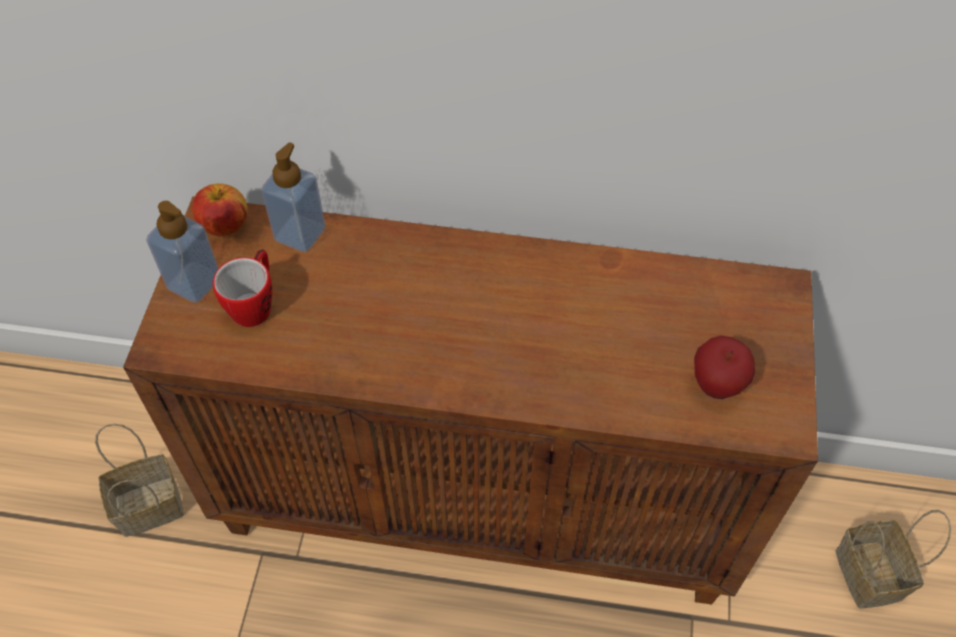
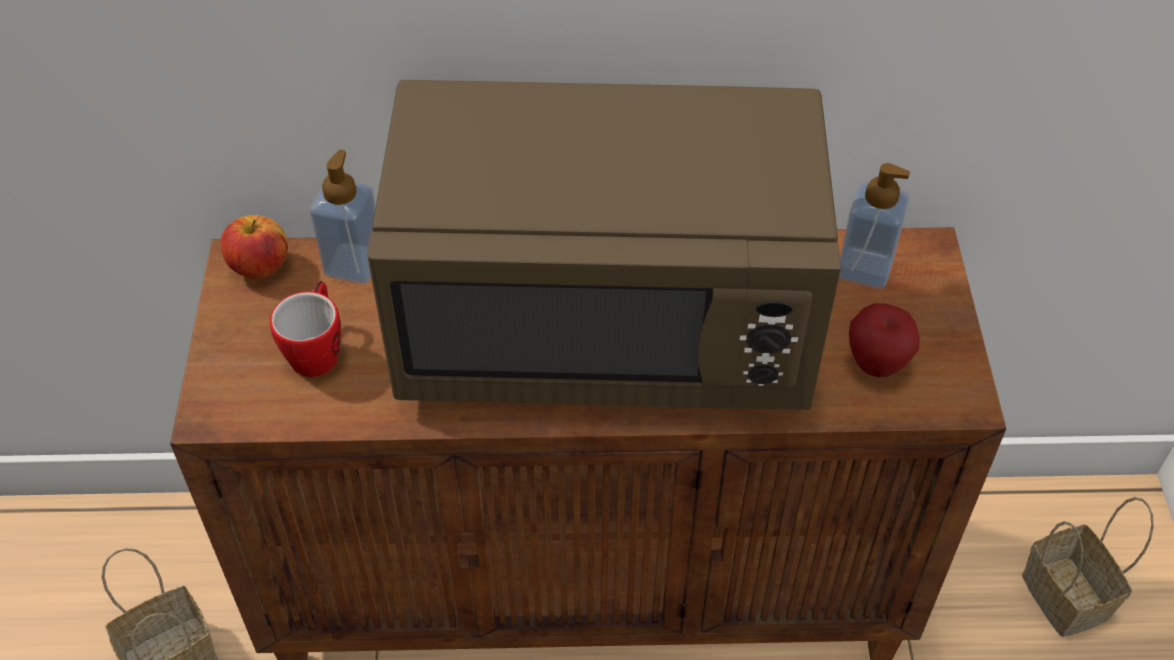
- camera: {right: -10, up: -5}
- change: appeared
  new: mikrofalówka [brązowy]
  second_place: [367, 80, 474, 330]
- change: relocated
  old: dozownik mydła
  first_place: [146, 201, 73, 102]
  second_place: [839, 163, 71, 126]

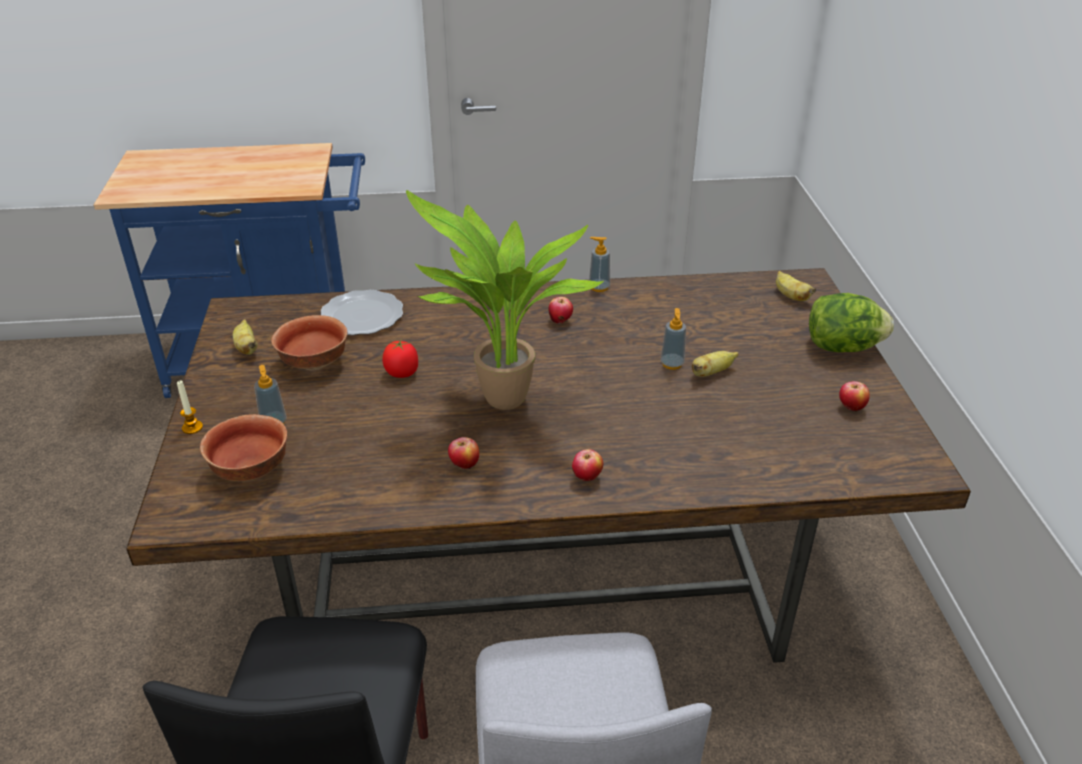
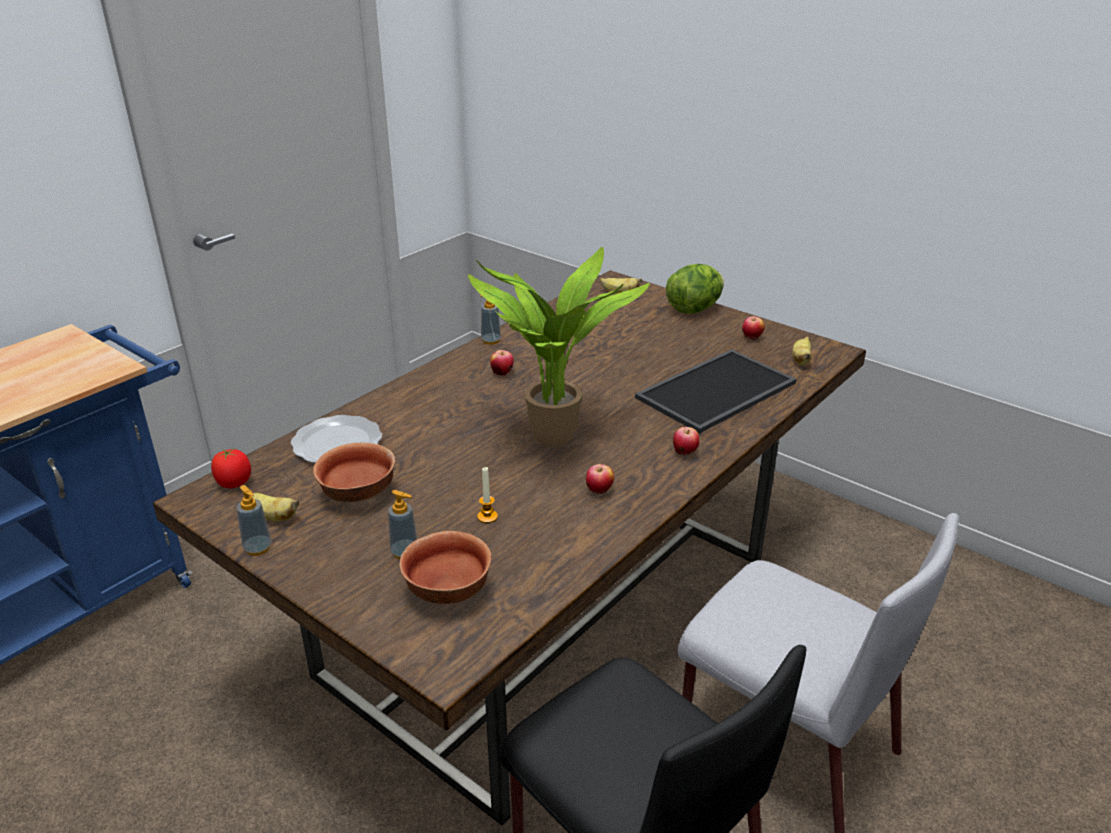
- camera: {right: -45, up: -5}
- change: appeared
  new: taca
  second_place: [635, 349, 162, 84]
- change: relocated
  old: świeca
  first_place: [177, 380, 26, 54]
  second_place: [477, 467, 21, 56]
- change: relocated
  old: pomidor
  first_place: [382, 339, 36, 39]
  second_place: [211, 448, 40, 40]
- change: relocated
  old: dozownik mydła
  first_place: [660, 308, 26, 62]
  second_place: [236, 485, 36, 71]
- change: relocated
  old: banan
  first_place: [692, 351, 47, 26]
  second_place: [792, 337, 20, 28]

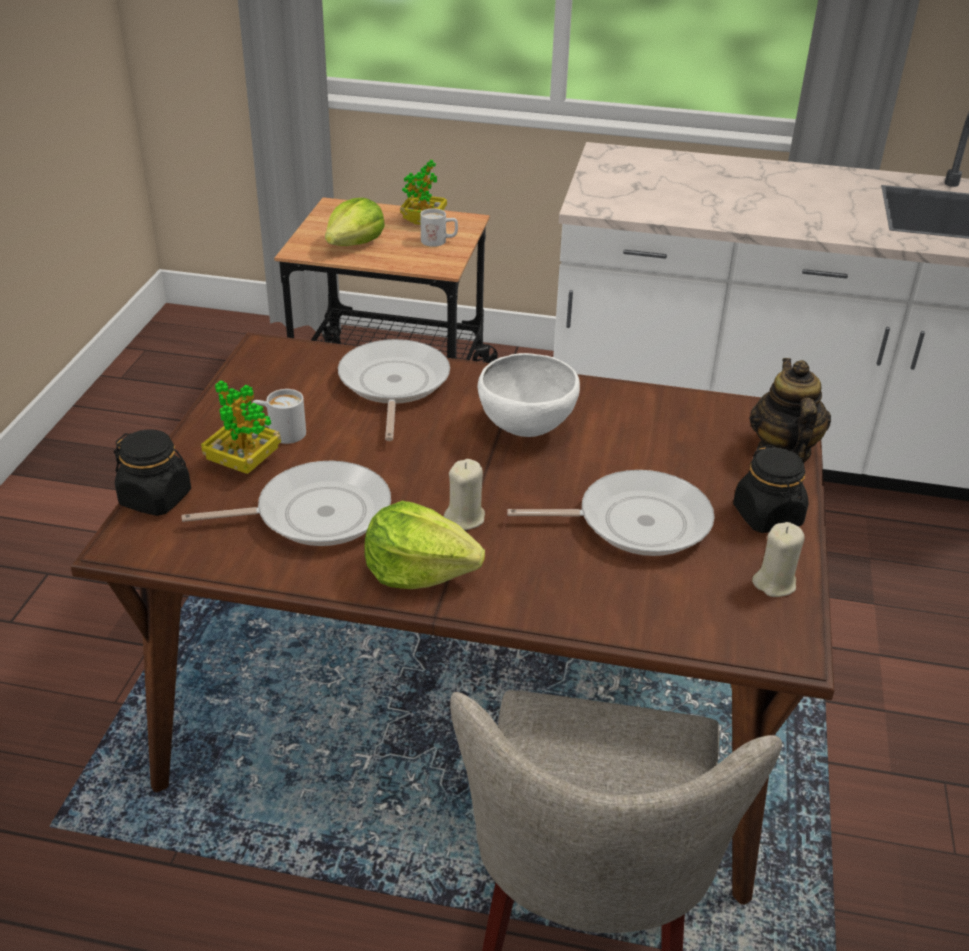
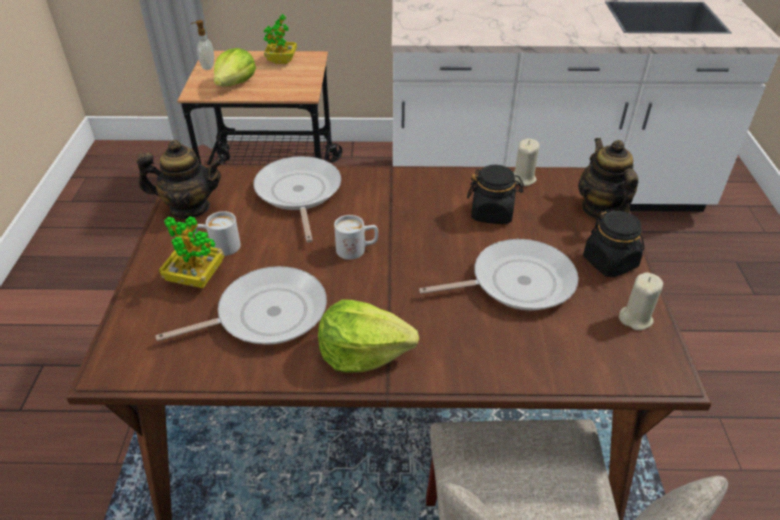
- camera: {right: -10, up: 5}
- change: missing
  old: miska [biały]
  first_place: [478, 353, 102, 84]
- change: appeared
  new: imbryk
  second_place: [137, 140, 87, 79]
- change: appeared
  new: dozownik mydła
  second_place: [191, 20, 23, 50]
- change: relocated
  old: słoik [czarny]
  first_place: [114, 429, 77, 87]
  second_place: [467, 165, 57, 59]
- change: relocated
  old: kubek [biały]
  first_place: [420, 208, 38, 39]
  second_place: [334, 215, 44, 45]
- change: relocated
  old: świeca [beżowy]
  first_place: [444, 459, 41, 71]
  second_place: [513, 139, 27, 47]

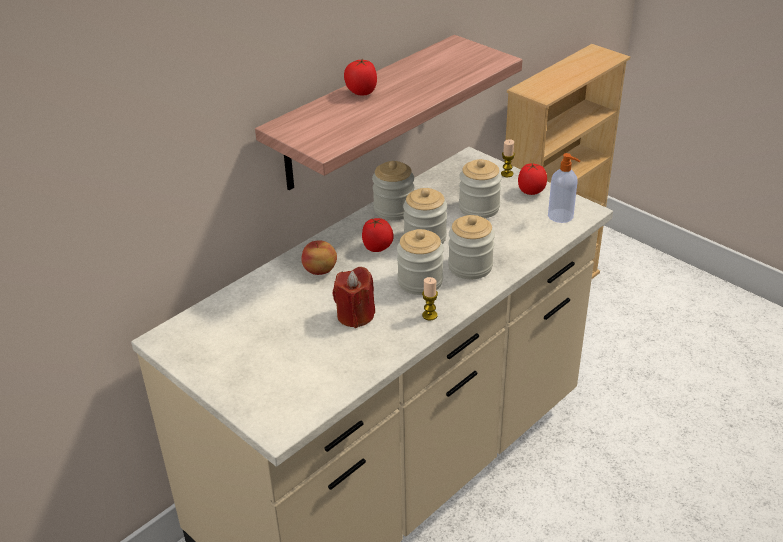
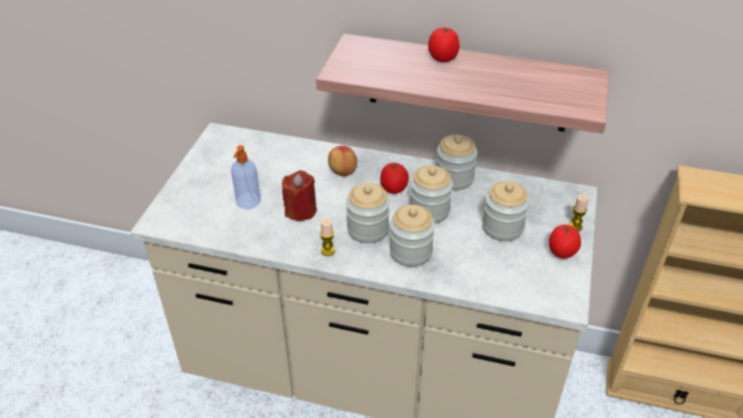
- camera: {right: 60, up: 5}
- change: relocated
  old: dozownik mydła
  first_place: [548, 153, 32, 70]
  second_place: [231, 145, 30, 64]

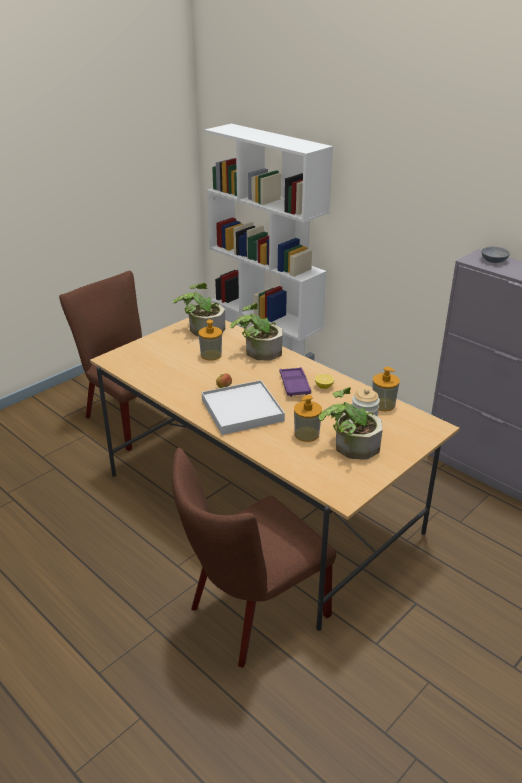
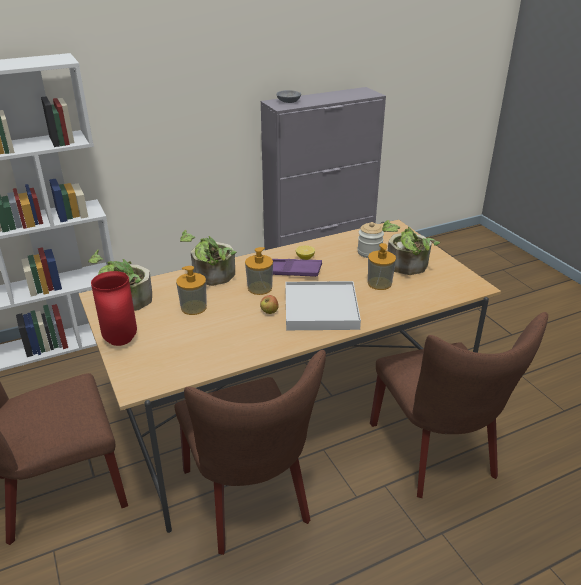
- camera: {right: -70, up: 0}
- change: appeared
  new: wazon [czerwony]
  second_place: [91, 271, 46, 75]
- change: appeared
  new: krzesło [brązowy]
  second_place: [175, 350, 151, 205]
- change: relocated
  old: dozownik mydła
  first_place: [372, 367, 28, 44]
  second_place: [245, 247, 28, 48]

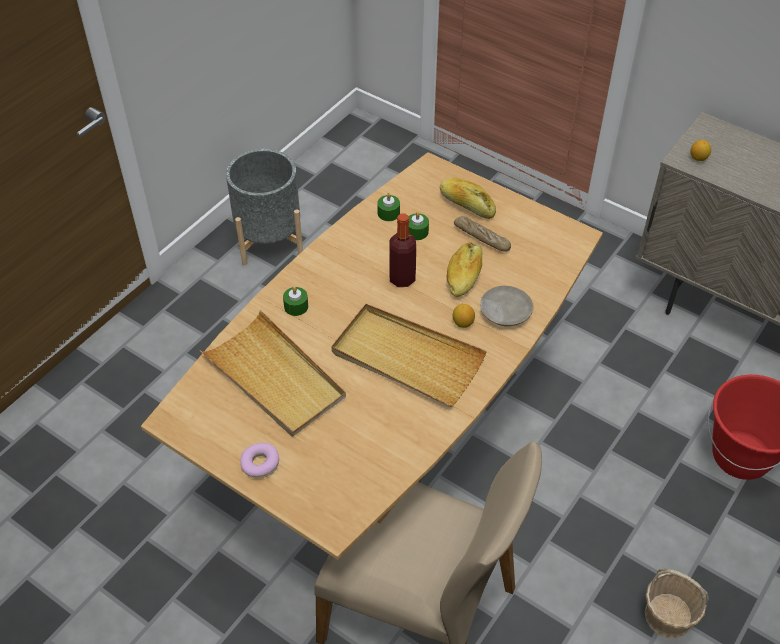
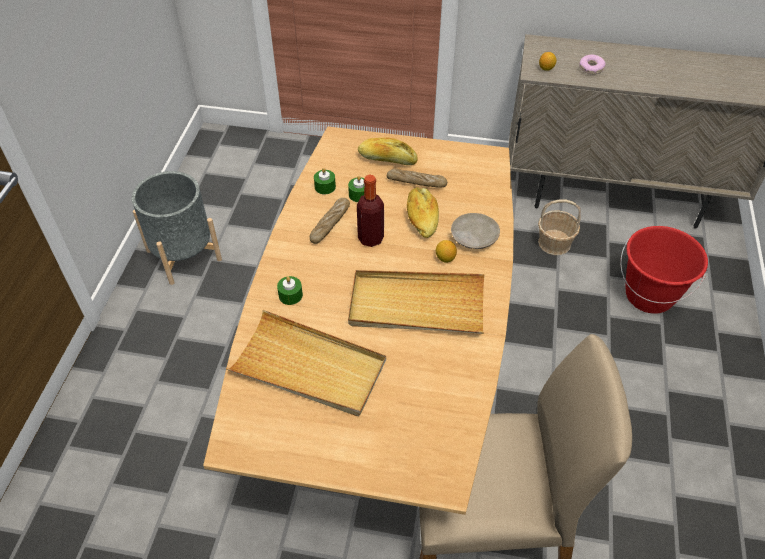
- camera: {right: -25, up: 0}
- change: appeared
  new: chleb
  second_place: [310, 198, 40, 46]
- change: relocated
  old: donut
  first_place: [240, 443, 39, 35]
  second_place: [579, 55, 27, 19]
- change: relocated
  old: koszyk
  first_place: [645, 568, 64, 70]
  second_place: [538, 200, 43, 55]

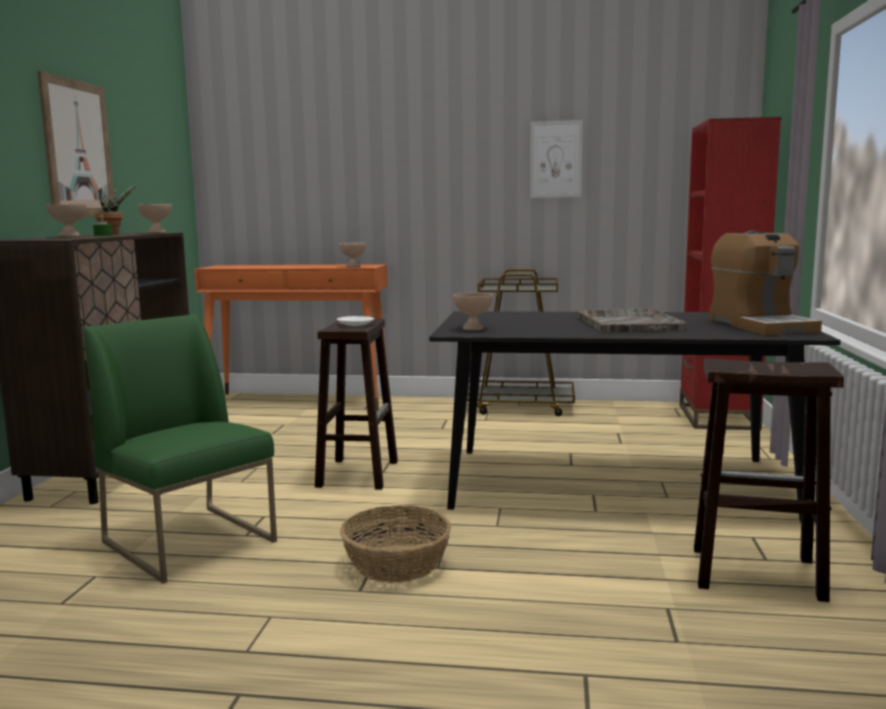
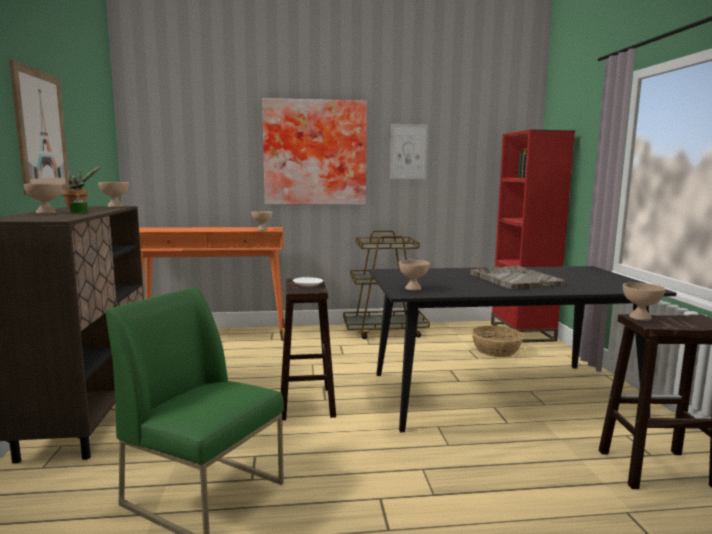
- camera: {right: -15, up: 0}
- change: missing
  old: ekspres do kawy
  first_place: [709, 231, 113, 104]
- change: appeared
  new: obraz
  second_place: [262, 98, 105, 107]
- change: appeared
  new: miska [beżowy]
  second_place: [623, 282, 43, 39]
- change: relocated
  old: koszyk
  first_place: [340, 506, 111, 77]
  second_place: [472, 326, 52, 31]

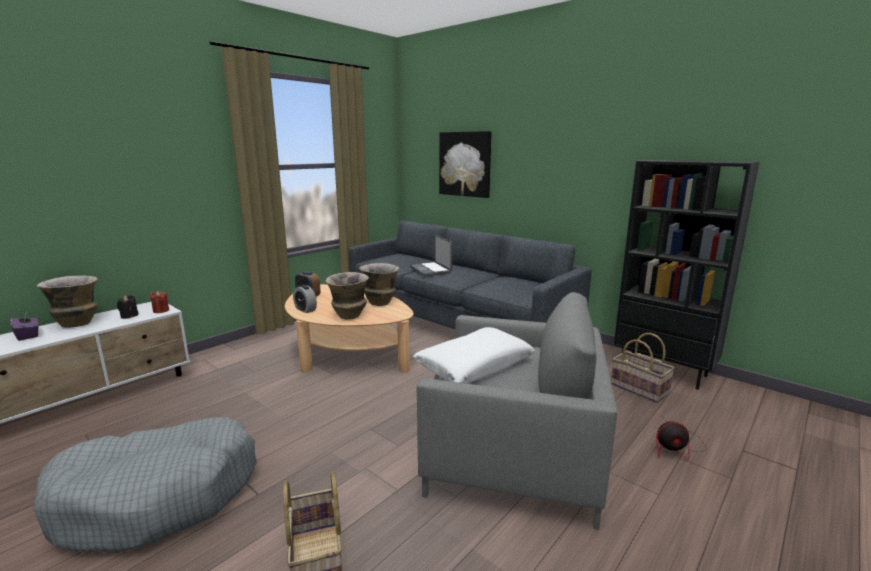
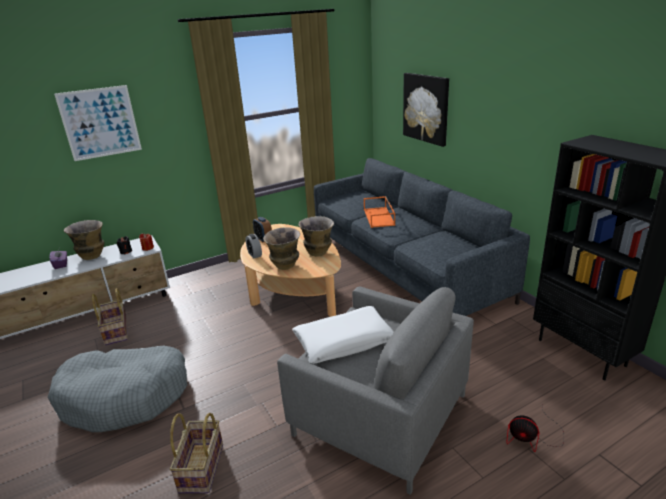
- camera: {right: 20, up: 10}
- change: appeared
  new: obraz
  second_place: [54, 85, 88, 76]
- change: relocated
  old: koszyk
  first_place: [611, 333, 64, 70]
  second_place: [92, 288, 36, 57]
- change: exchanged
  old: laptop
  new: taca [pomarańczowy]
  first_place: [410, 235, 42, 41]
  second_place: [364, 196, 31, 32]

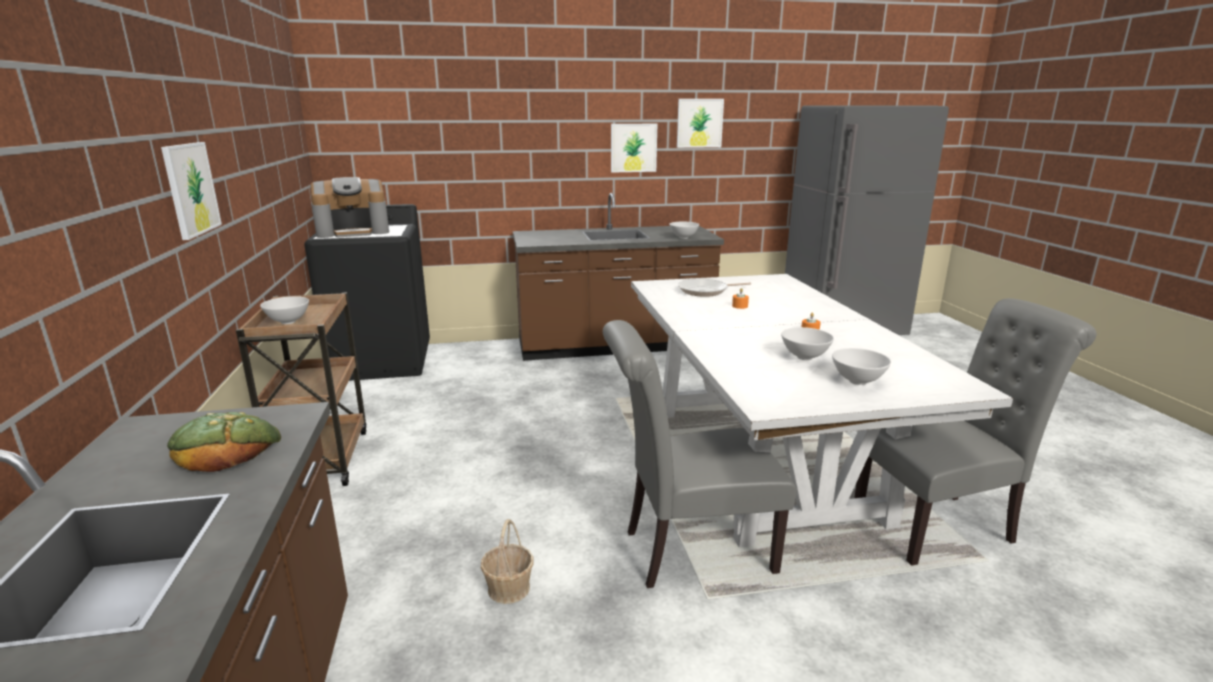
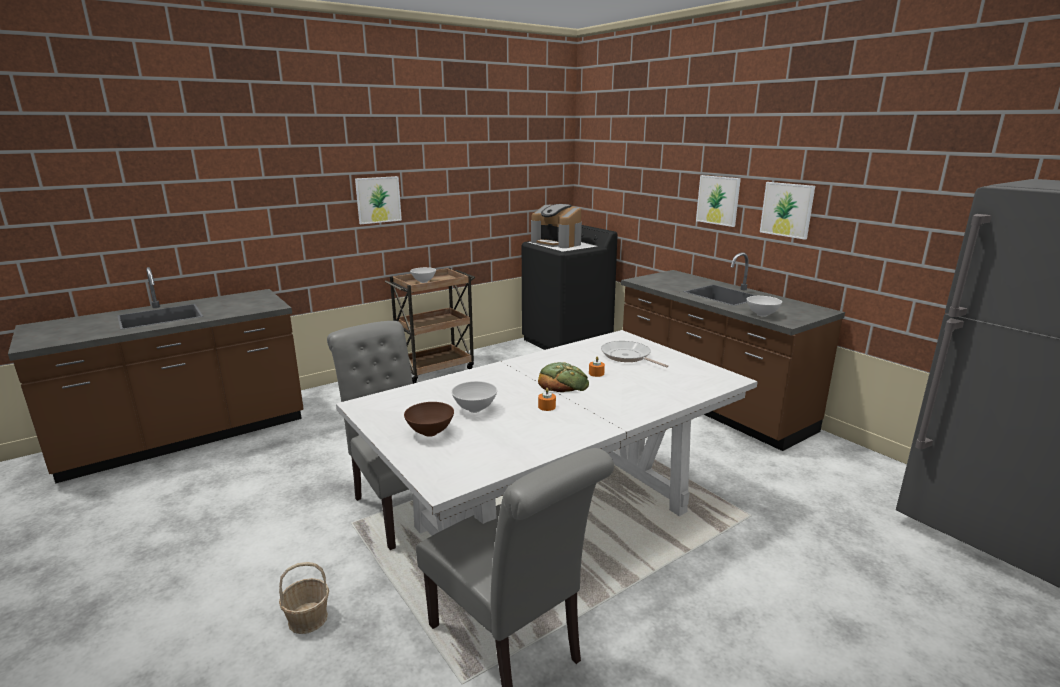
- camera: {right: 65, up: 0}
- change: relocated
  old: chleb
  first_place: [167, 412, 114, 60]
  second_place: [538, 362, 51, 30]
- change: relocated
  old: koszyk
  first_place: [481, 519, 53, 85]
  second_place: [279, 562, 50, 72]
- change: relocated
  old: obraz
  first_place: [677, 99, 47, 49]
  second_place: [696, 175, 45, 52]
- change: colour
  old: miska [biały]
  new: miska [brązowy]
  first_place: [832, 348, 59, 37]
  second_place: [404, 402, 50, 35]

